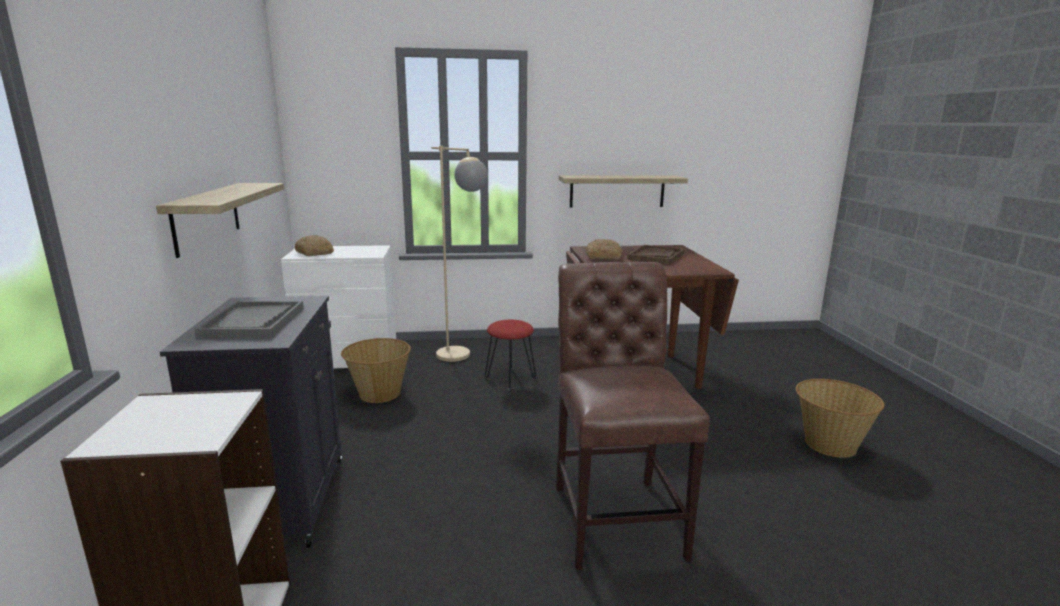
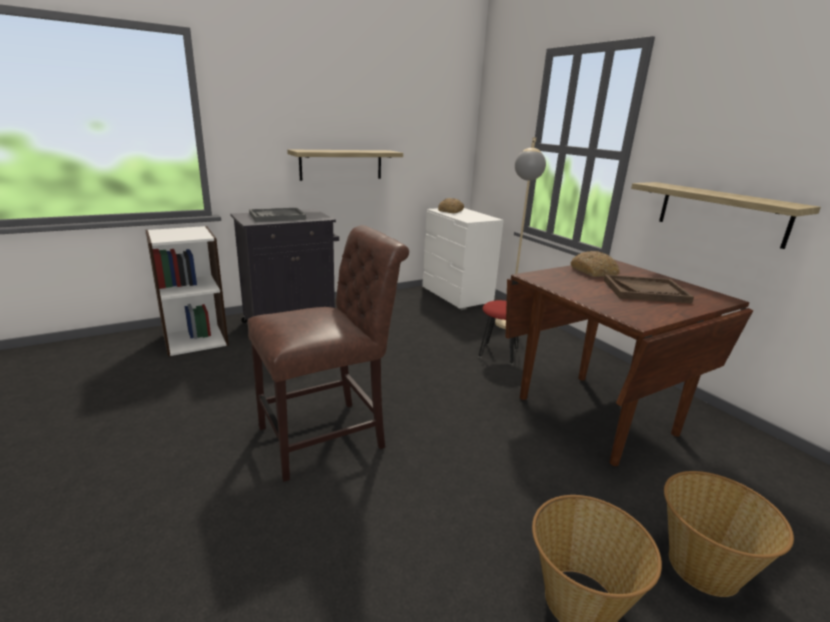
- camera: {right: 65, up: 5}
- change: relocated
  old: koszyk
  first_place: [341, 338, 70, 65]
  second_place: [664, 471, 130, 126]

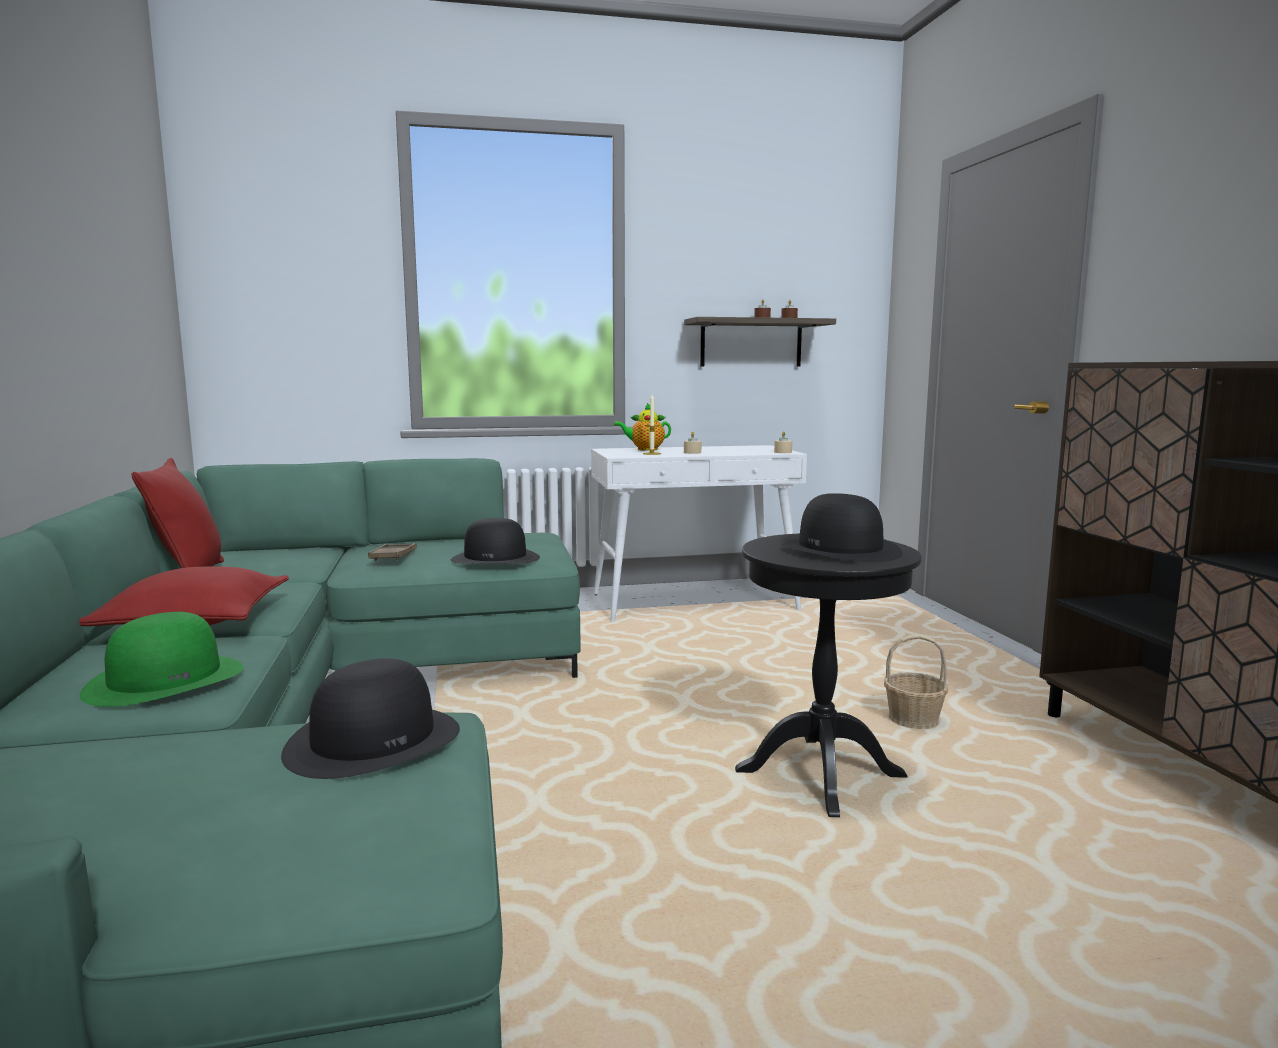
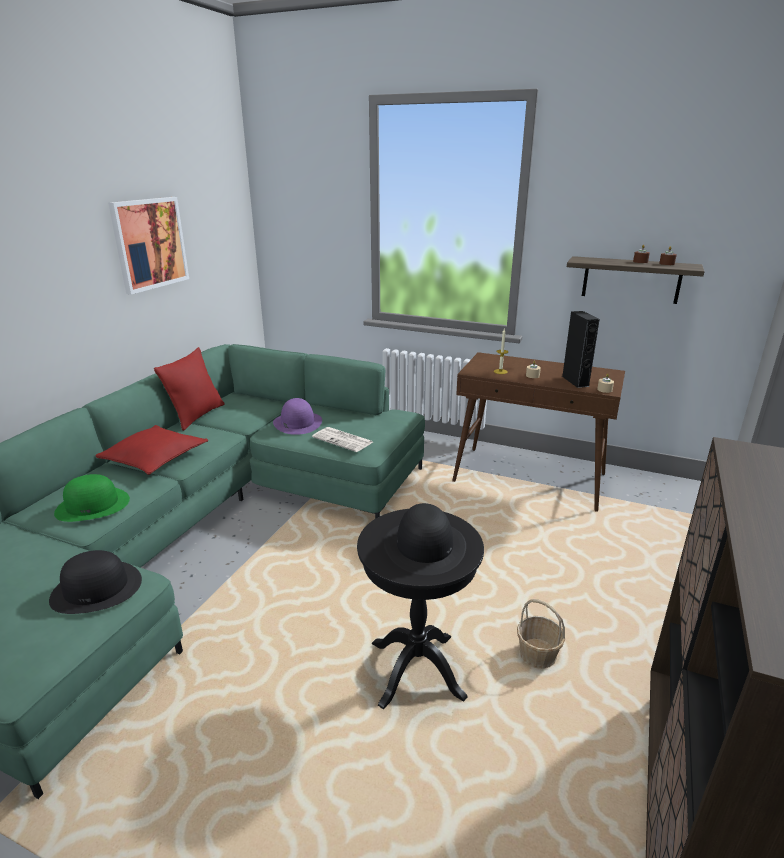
- camera: {right: 35, up: 15}
- change: missing
  old: imbryk
  first_place: [614, 403, 57, 48]
- change: appeared
  new: obraz
  second_place: [108, 197, 81, 98]
- change: appeared
  new: głośnik [czarny]
  second_place: [562, 311, 38, 77]
- change: exchanged
  old: taca [brązowy]
  new: kapelusz [fioletowy]
  first_place: [368, 543, 49, 18]
  second_place: [273, 398, 49, 37]
- change: exchanged
  old: kapelusz [czarny]
  new: gazeta
  first_place: [451, 518, 89, 46]
  second_place: [312, 427, 61, 25]
- change: colour
  old: stolik konsolowy [biały]
  new: stolik konsolowy [brązowy]
  first_place: [591, 445, 216, 177]
  second_place: [452, 352, 173, 160]

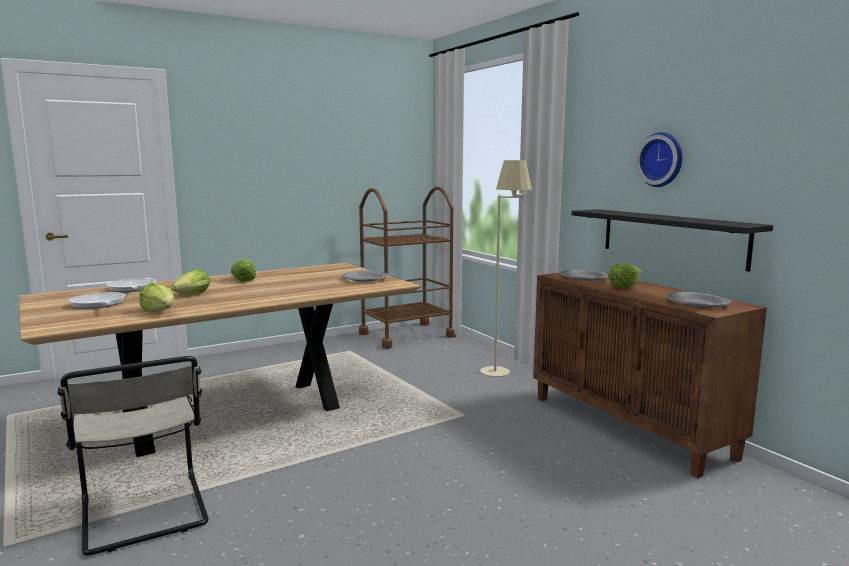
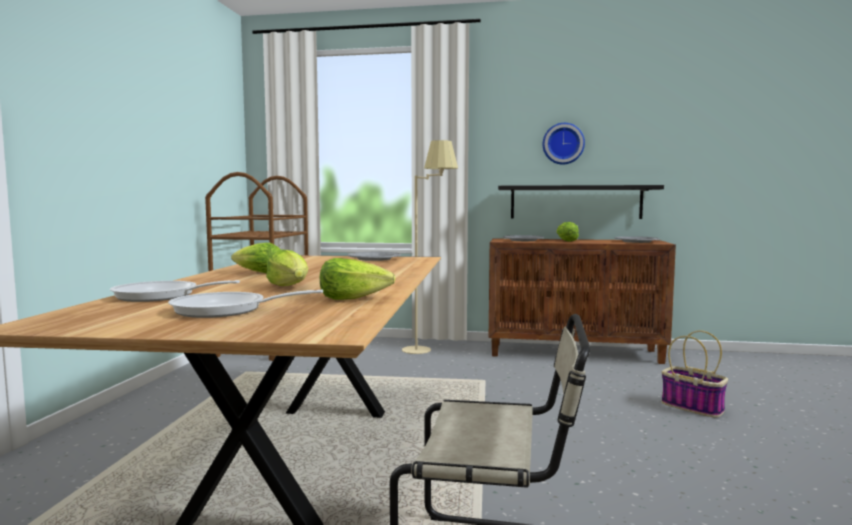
- camera: {right: -50, up: -5}
- change: appeared
  new: koszyk
  second_place: [662, 330, 66, 87]

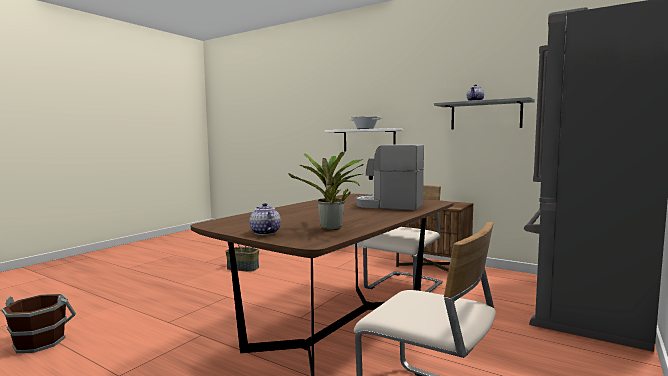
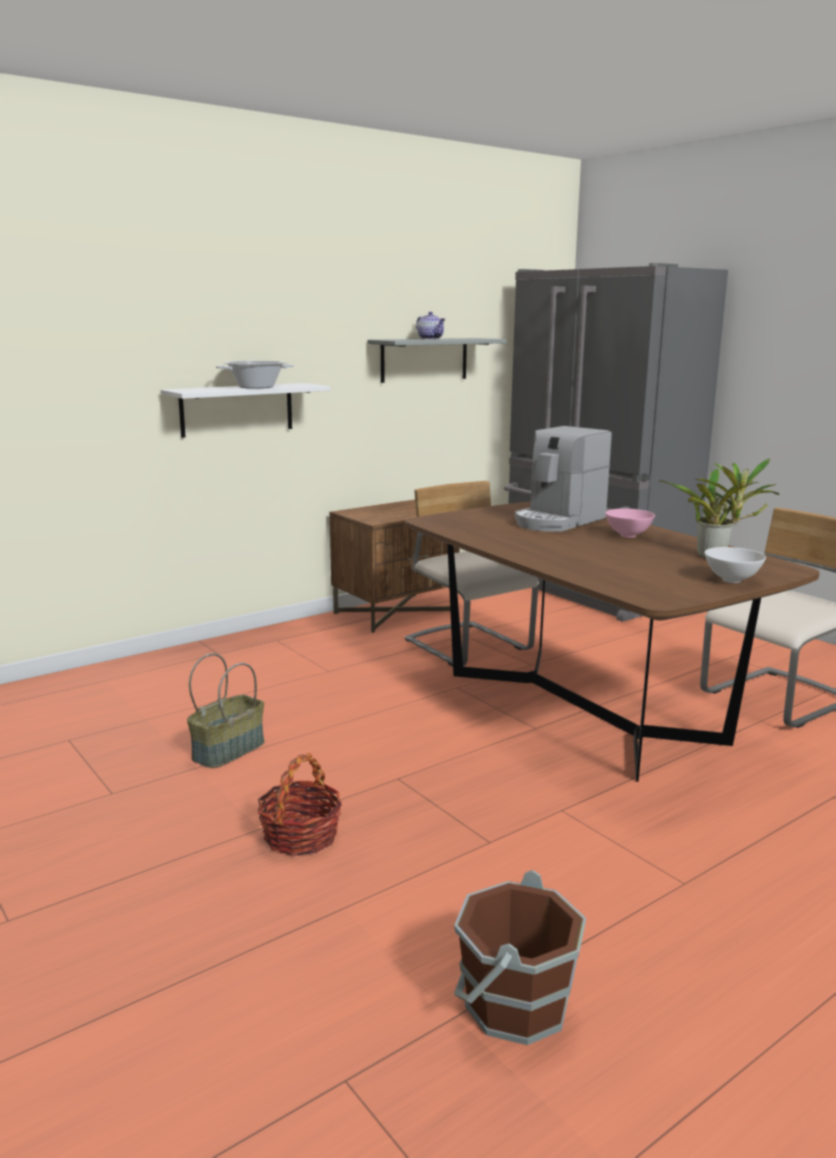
- camera: {right: -70, up: 10}
- change: appeared
  new: koszyk
  second_place: [257, 753, 85, 103]
- change: appeared
  new: miska [różowy]
  second_place: [605, 509, 50, 29]
- change: exchanged
  old: imbryk
  new: miska [biały]
  first_place: [250, 203, 31, 32]
  second_place: [704, 547, 62, 36]

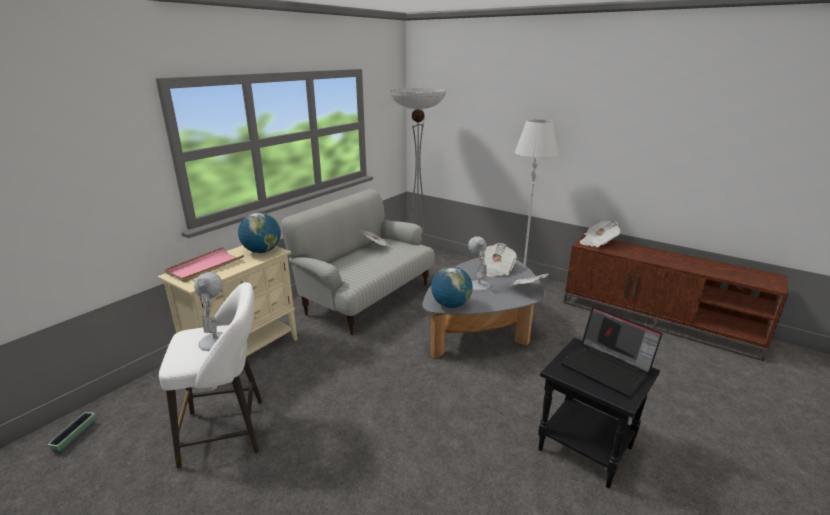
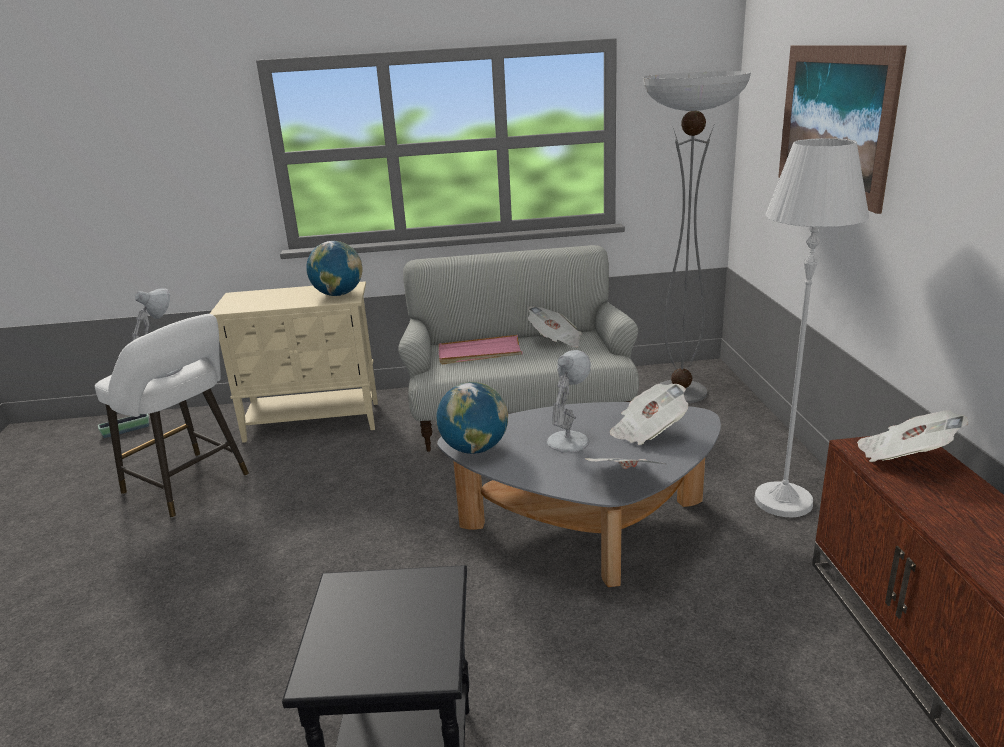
- camera: {right: 50, up: 0}
- change: missing
  old: laptop
  first_place: [561, 307, 101, 90]
- change: appeared
  new: obraz
  second_place: [778, 45, 129, 169]
- change: relocated
  old: taca [różowy]
  first_place: [165, 247, 79, 35]
  second_place: [439, 335, 84, 30]

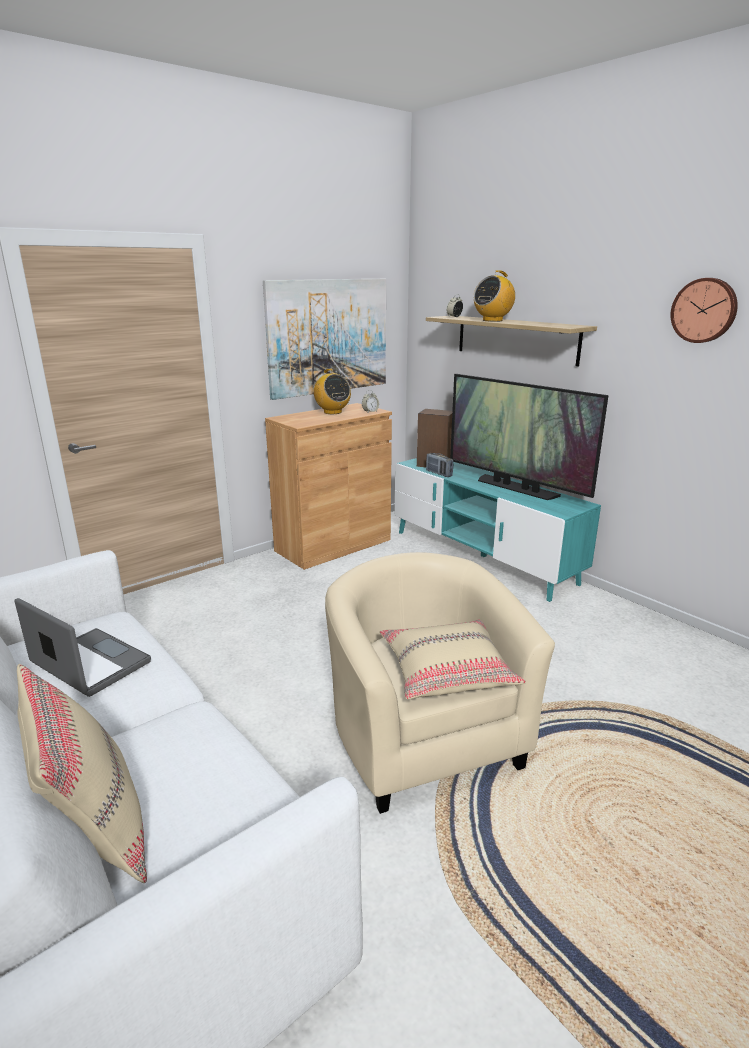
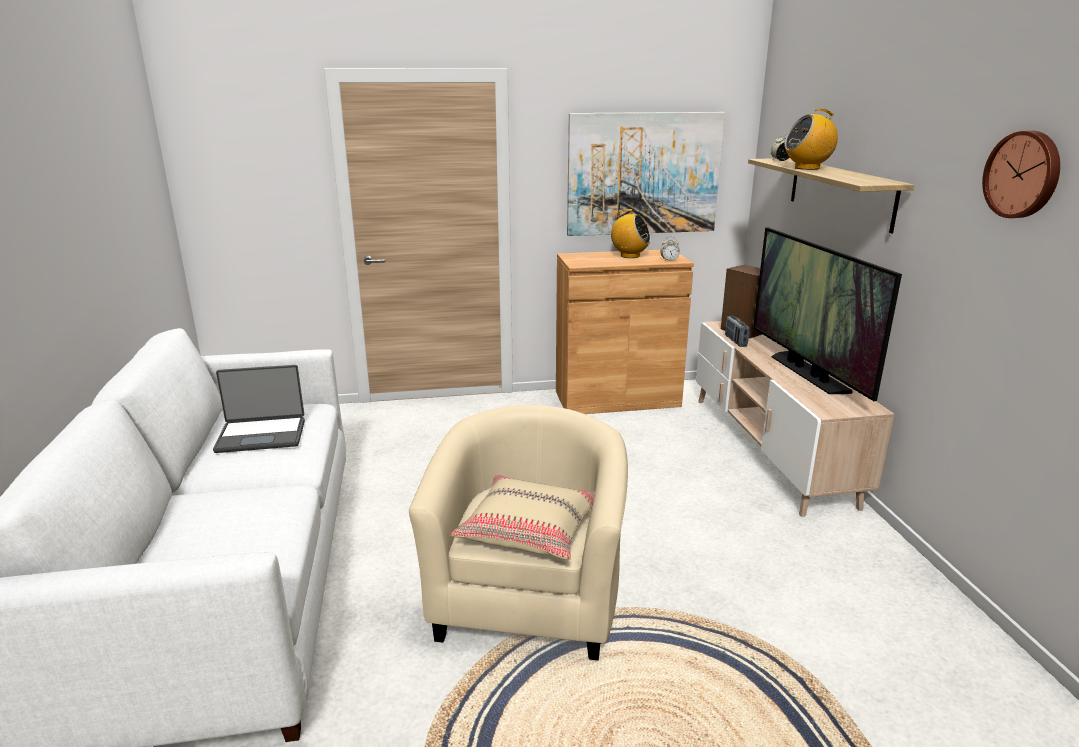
- camera: {right: 30, up: 0}
- change: missing
  old: poduszka [beżowy]
  first_place: [17, 664, 130, 219]
- change: colour
  old: szafka pod telewizor [turkusowy]
  new: szafka pod telewizor [beżowy]
  first_place: [395, 458, 206, 144]
  second_place: [696, 321, 198, 196]
- change: spun
  old: laptop
  first_place: [14, 598, 137, 99]
  second_place: [213, 365, 92, 88]
  degrees: 105
- change: spun
  old: radio
  first_place: [313, 369, 38, 45]
  second_place: [609, 209, 42, 49]
  degrees: -60

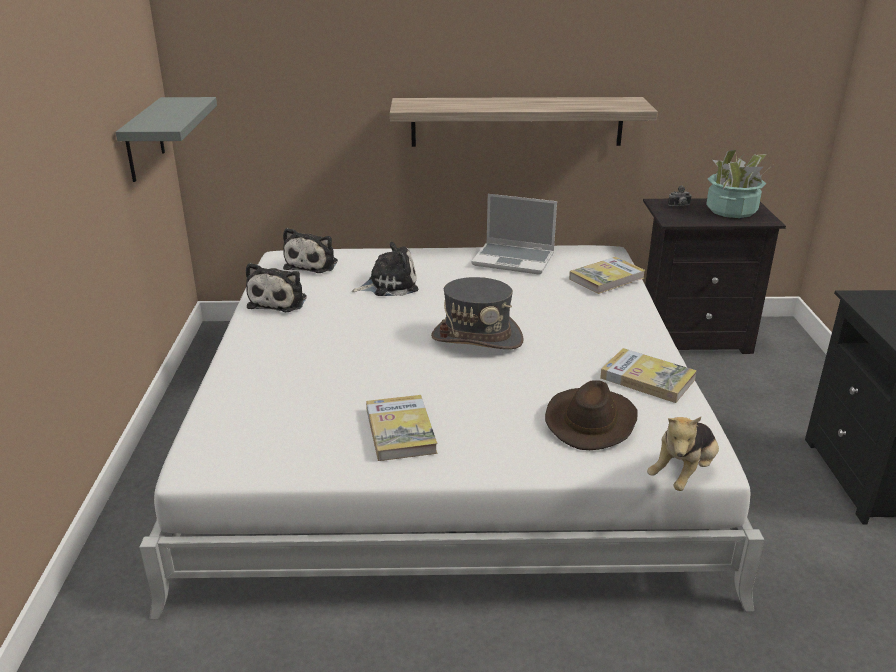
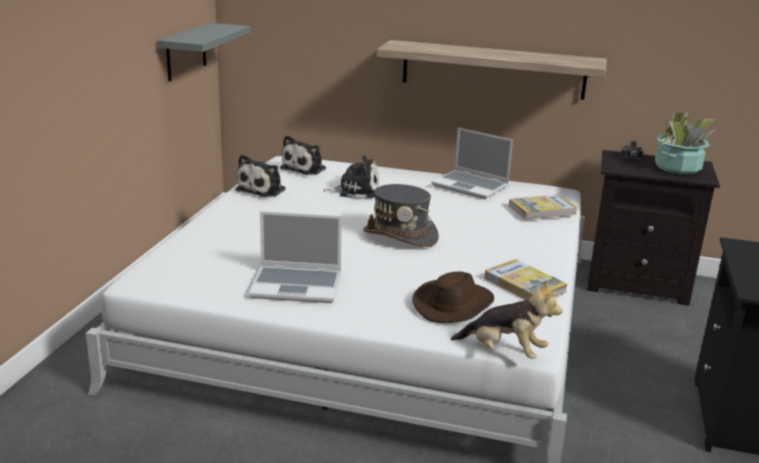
- camera: {right: 15, up: -5}
- change: exchanged
  old: książka
  new: laptop
  first_place: [366, 395, 72, 66]
  second_place: [249, 211, 93, 92]
- change: spun
  old: pluszak
  first_place: [647, 417, 72, 74]
  second_place: [451, 280, 112, 79]
  degrees: -120

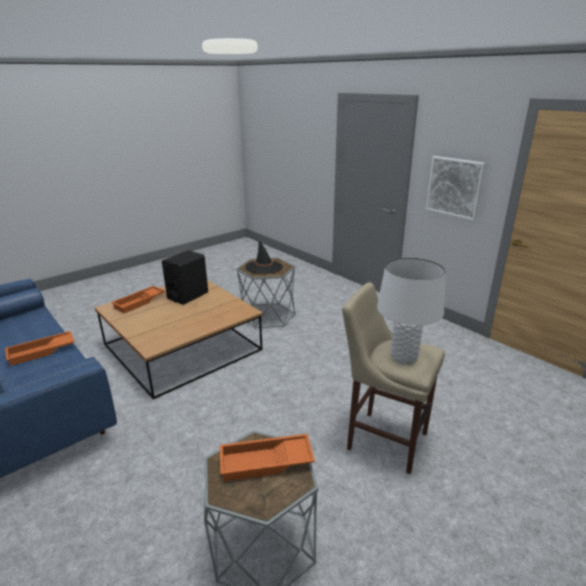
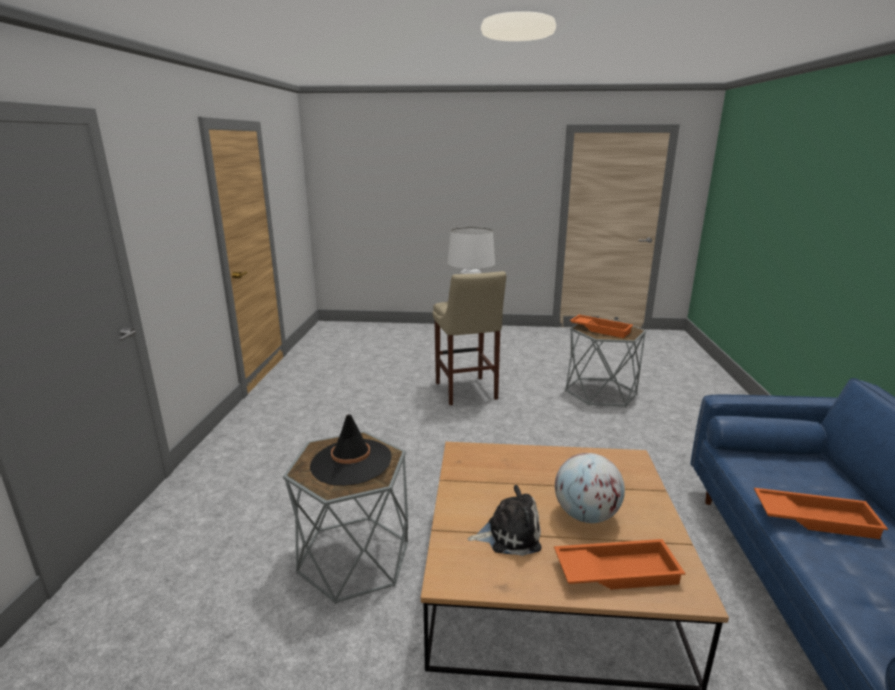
- camera: {right: -135, up: -5}
- change: missing
  old: obraz
  first_place: [426, 156, 60, 65]
- change: appeared
  new: globus
  second_place: [555, 453, 70, 70]
- change: exchanged
  old: głośnik [czarny]
  new: pluszak
  first_place: [162, 250, 46, 55]
  second_place: [468, 485, 74, 71]

